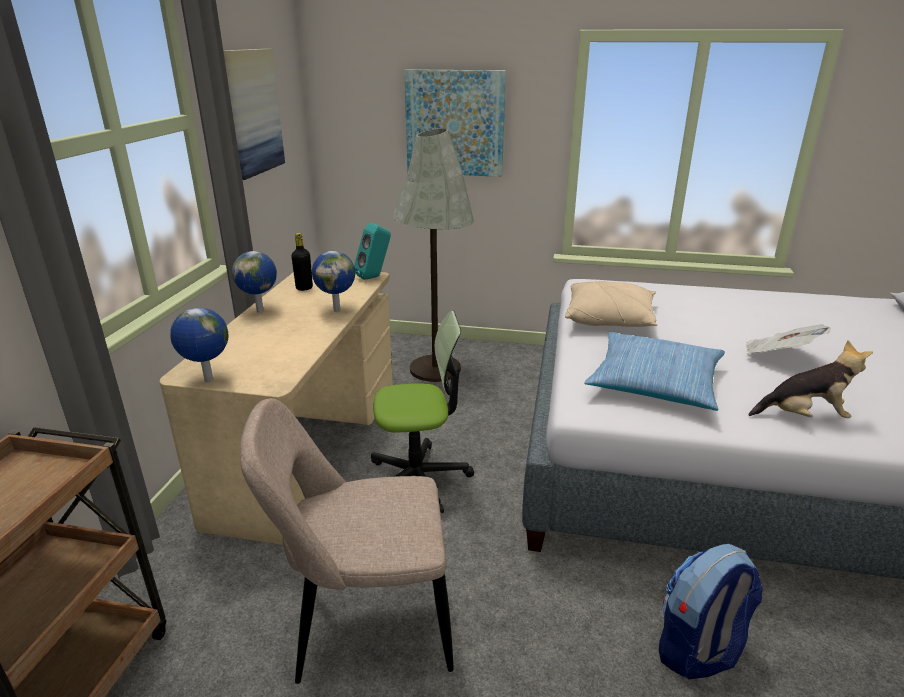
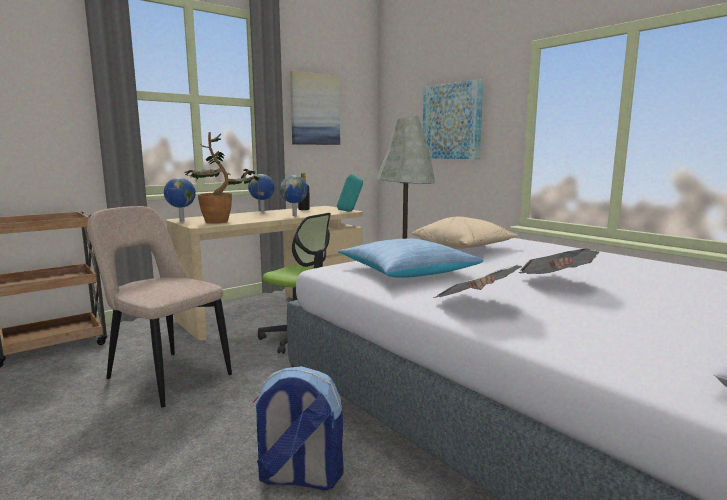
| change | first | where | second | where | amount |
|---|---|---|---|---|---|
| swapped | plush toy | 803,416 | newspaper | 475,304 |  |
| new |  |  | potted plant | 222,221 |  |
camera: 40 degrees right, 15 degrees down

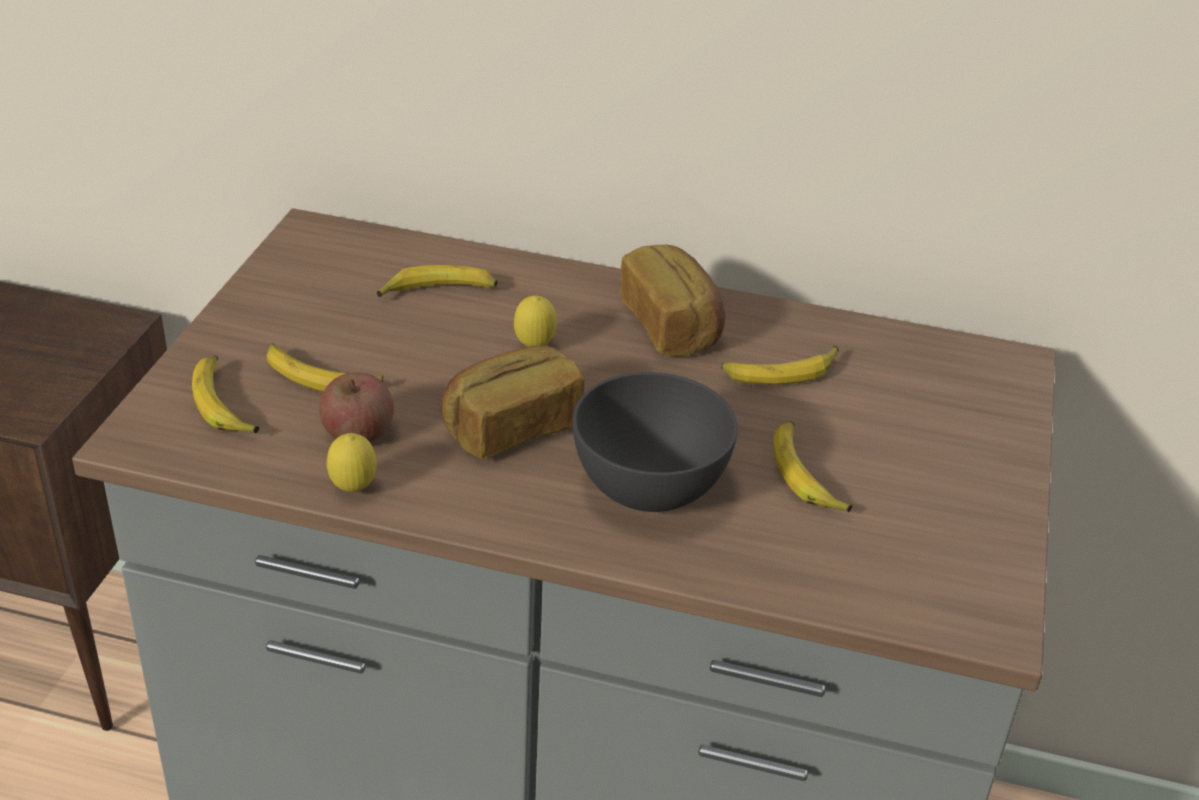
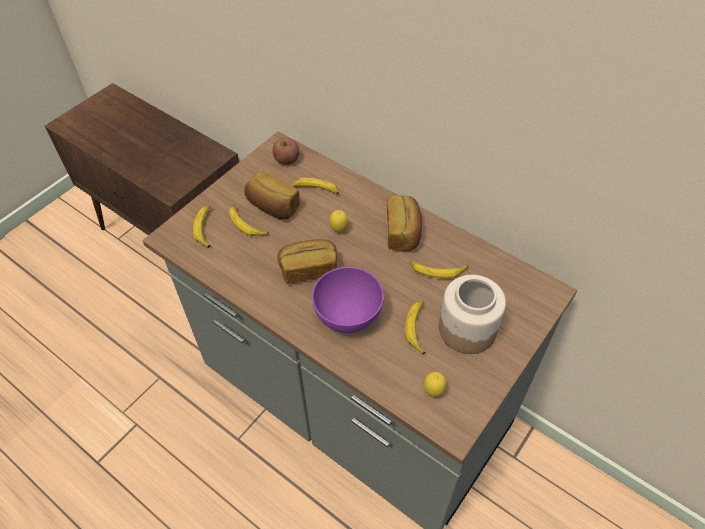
| change | first | where | second | where | amount |
|---|---|---|---|---|---|
| shifted | apple | 358,433 |  | 287,159 |  |
| shifted | lemon | 353,490 |  | 433,391 |  |
| repainted | bowl (grey) | 650,489 | bowl (purple) | 348,316 |  |
| new |  |  | bread | 272,207 |  |
| new |  |  | jar | 466,329 |  |
camera: 25 degrees right, 15 degrees up

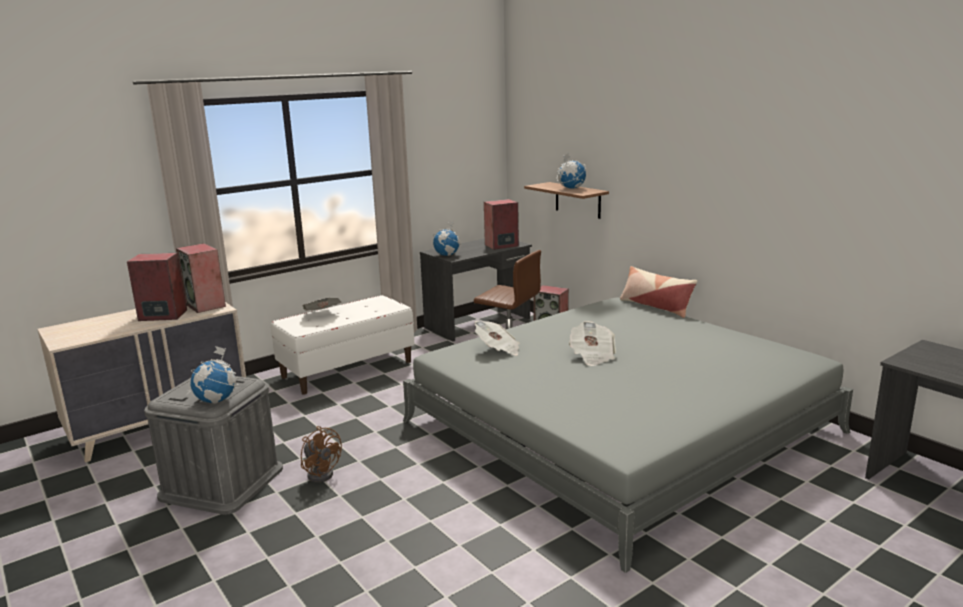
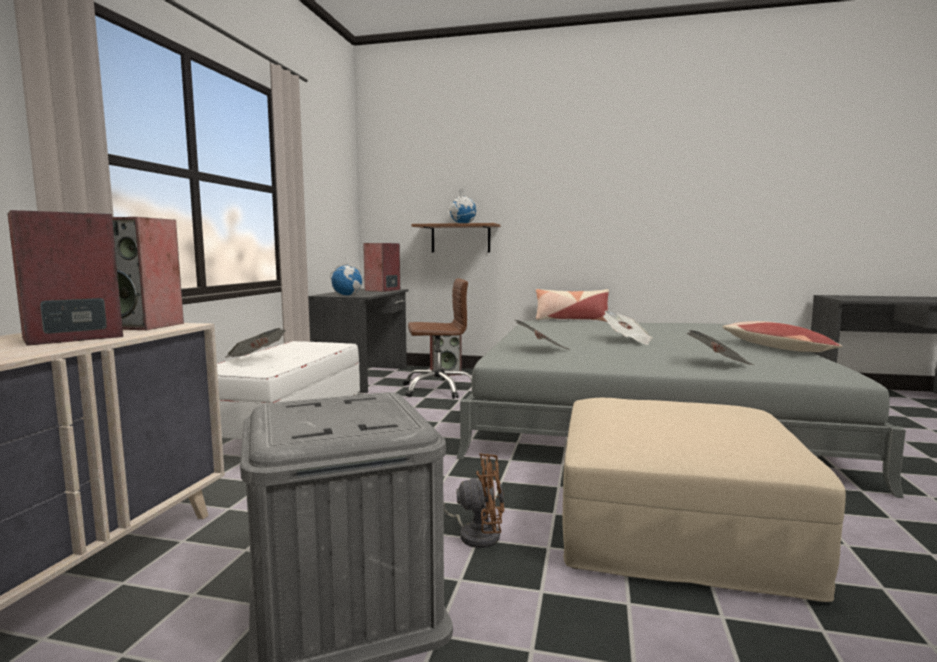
| change | first | where | second | where | amount |
|---|---|---|---|---|---|
| gone | globe | 217,400 |  |  |  |
| new |  |  | ottoman (beige) | 674,525 |  |
| new |  |  | newspaper | 719,364 |  |
| new |  |  | pillow | 776,348 |  |
camera: 40 degrees left, 10 degrees down

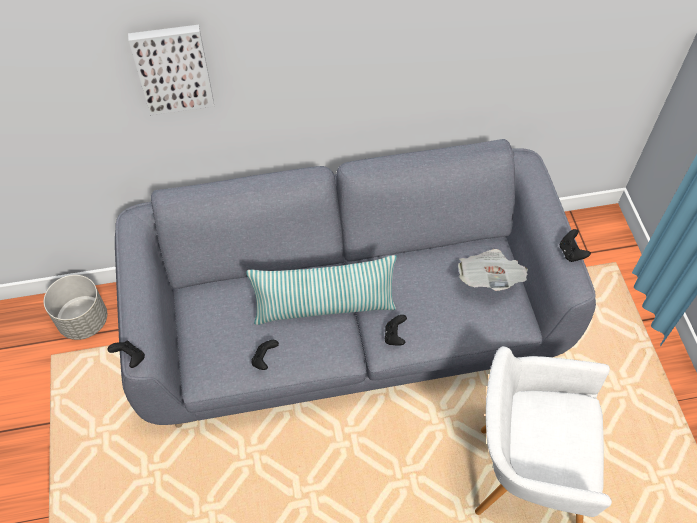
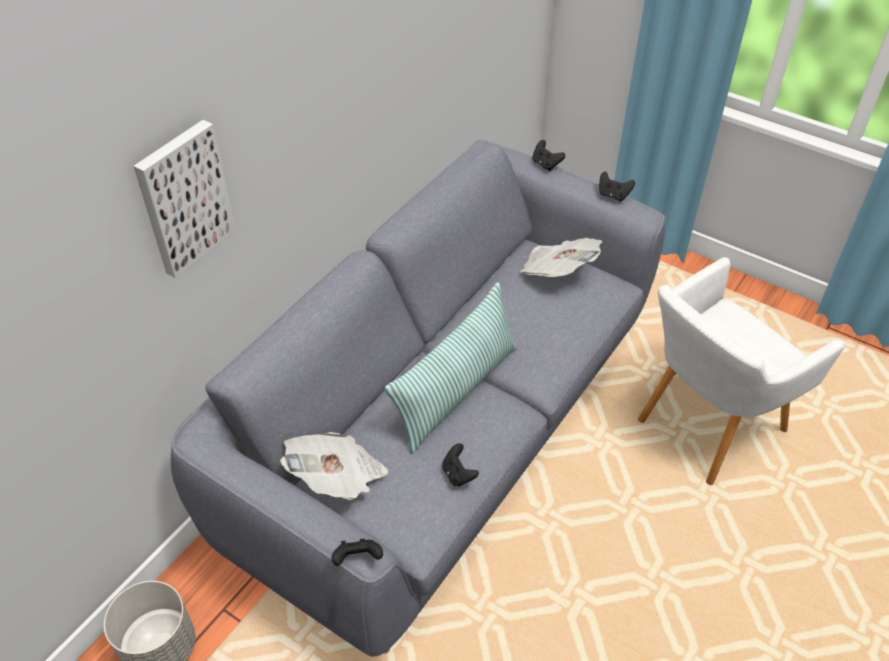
| change | first | where | second | where | amount |
|---|---|---|---|---|---|
| shifted | game controller (black) | 395,336 |  | 546,164 |  |
| new |  |  | newspaper | 337,478 |  |
camera: 45 degrees left, 10 degrees down

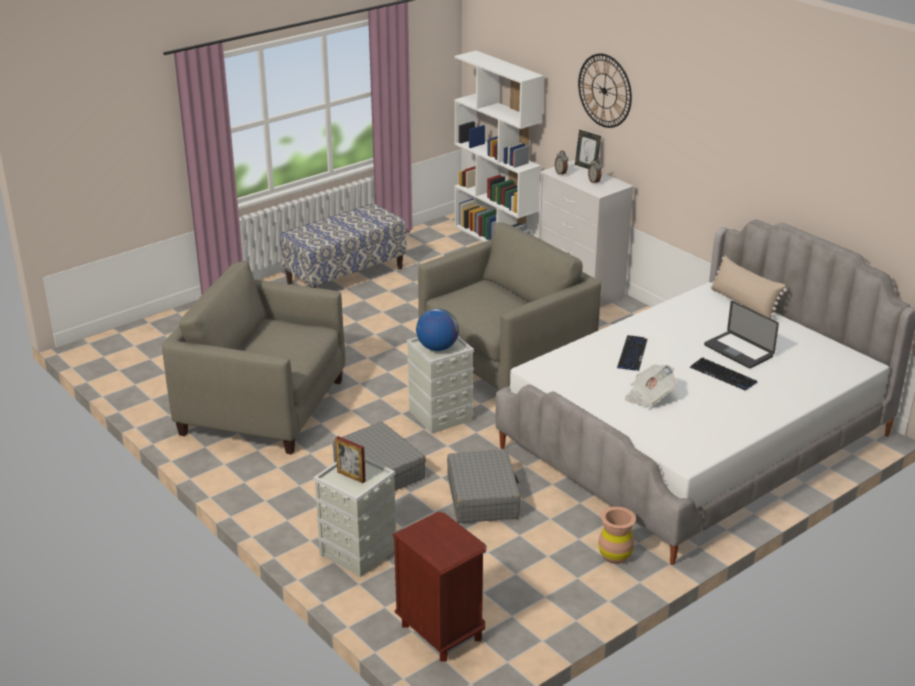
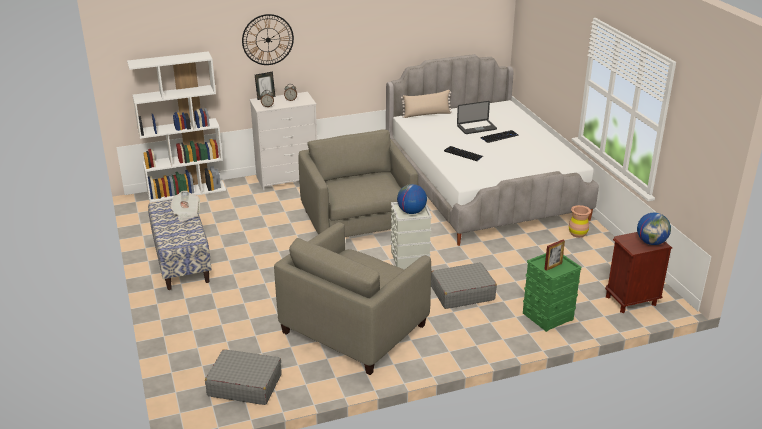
| change | first | where | second | where | amount |
|---|---|---|---|---|---|
| repainted | storage box (grey) | 359,552 | storage box (green) | 547,316 |  |
| shifted | suitcase (grey) | 483,497 |  | 244,385 |  |
| shifted | newspaper | 649,397 |  | 186,213 |  |
| new |  |  | globe | 651,242 |  |
camera: 70 degrees left, 0 degrees up

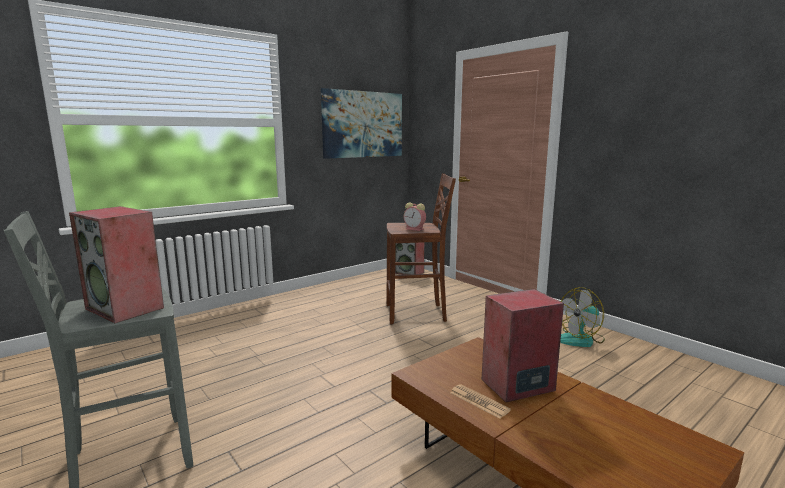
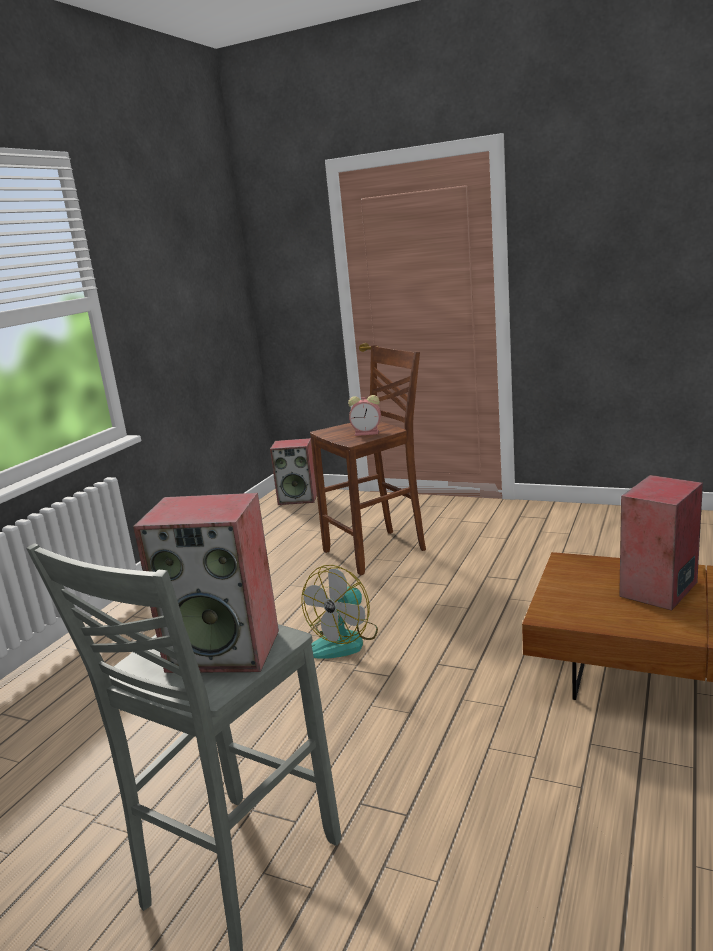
| change | first | where | second | where | amount |
|---|---|---|---|---|---|
| gone | picture | 363,124 |  |  |  |
| gone | newspaper | 479,401 |  |  |  |
| shifted | fan | 580,339 |  | 344,641 |  |
camera: 25 degrees left, 5 degrees up

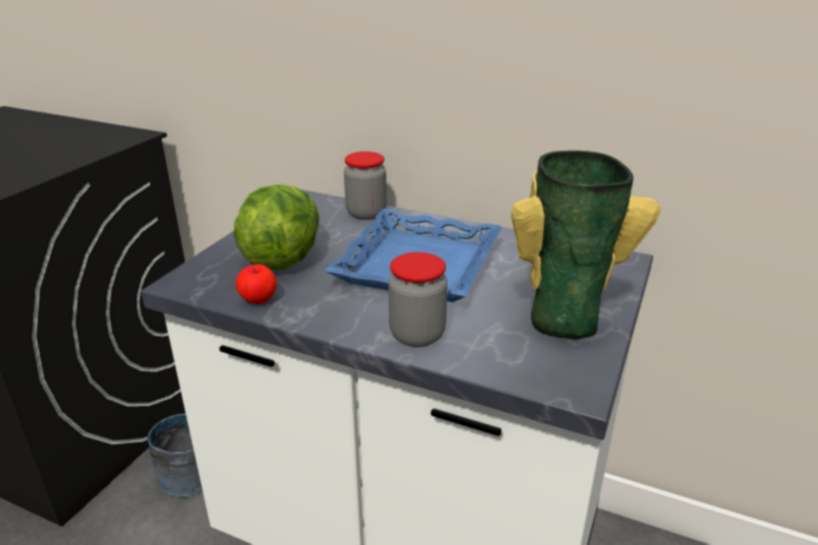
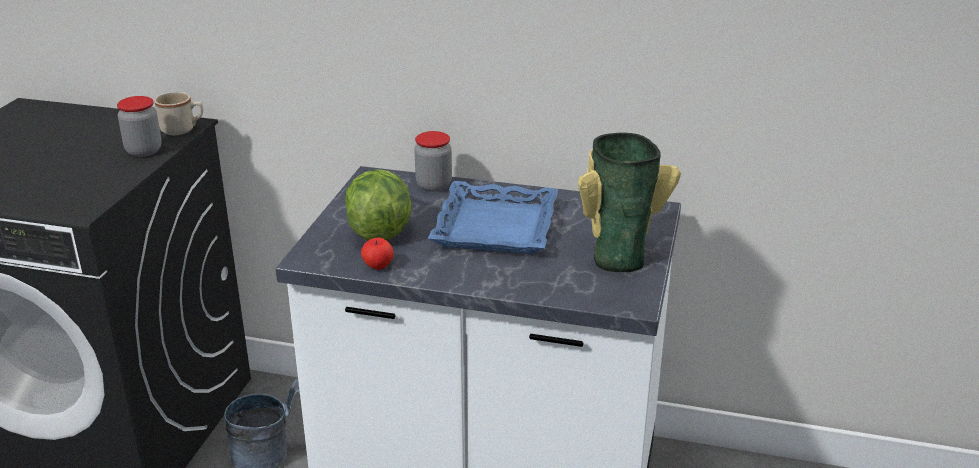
| change | first | where | second | where | amount |
|---|---|---|---|---|---|
| shifted | jar | 417,335 |  | 144,151 |  |
| new |  |  | mug (beige) | 183,129 |  |
camera: 10 degrees left, 0 degrees up

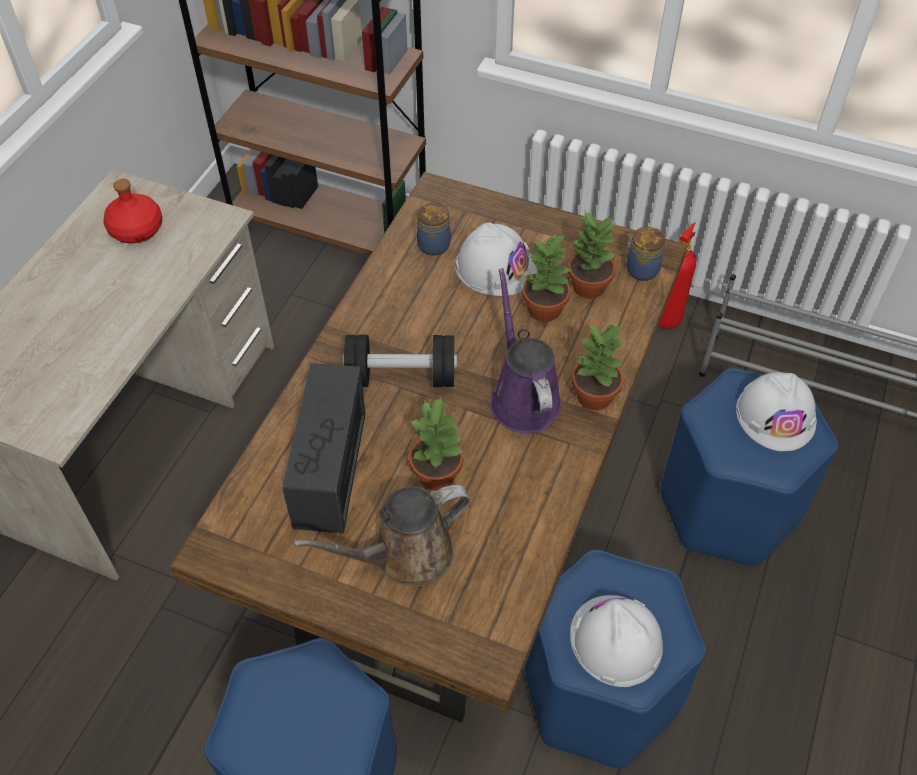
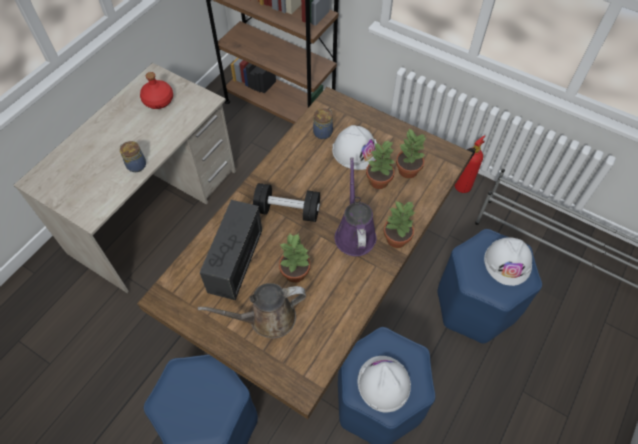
| change | first | where | second | where | amount |
|---|---|---|---|---|---|
| shifted | jar | 640,269 |  | 136,165 |  |
camera: 10 degrees right, 5 degrees up

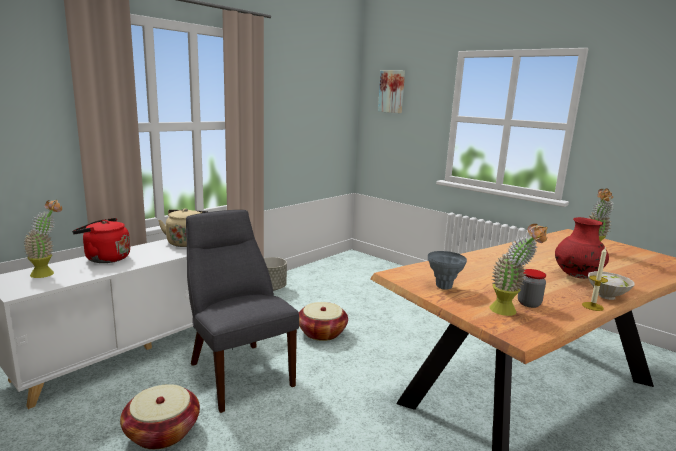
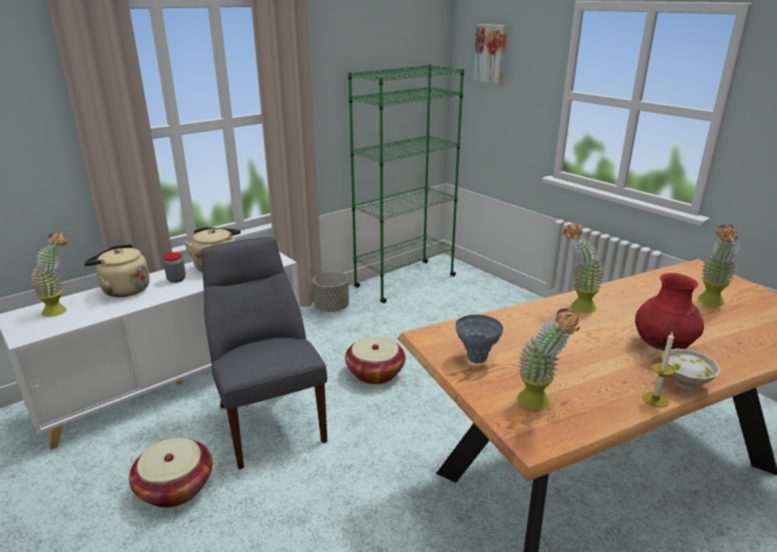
| change | first | where | second | where | amount |
|---|---|---|---|---|---|
| repainted | kettle (red) | 105,258 | kettle (beige) | 123,290 |  |
| shifted | jar | 529,304 |  | 176,279 |  |
| new |  |  | bookcase (green) | 404,281 |  |
| new |  |  | potted plant | 576,307 |  |
camera: 10 degrees right, 10 degrees up

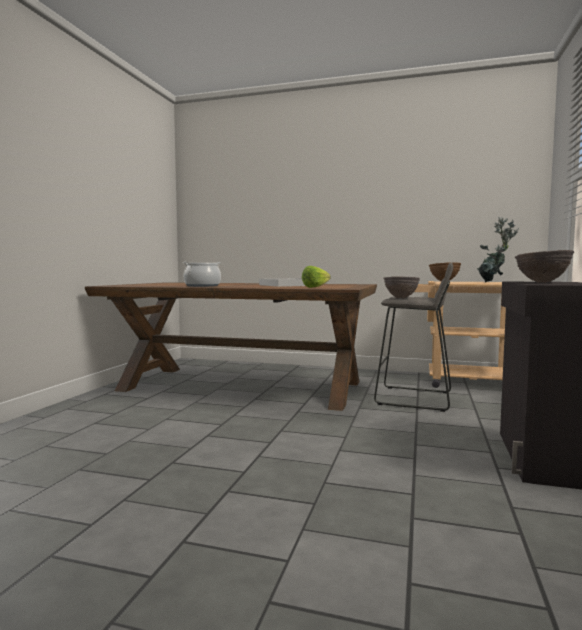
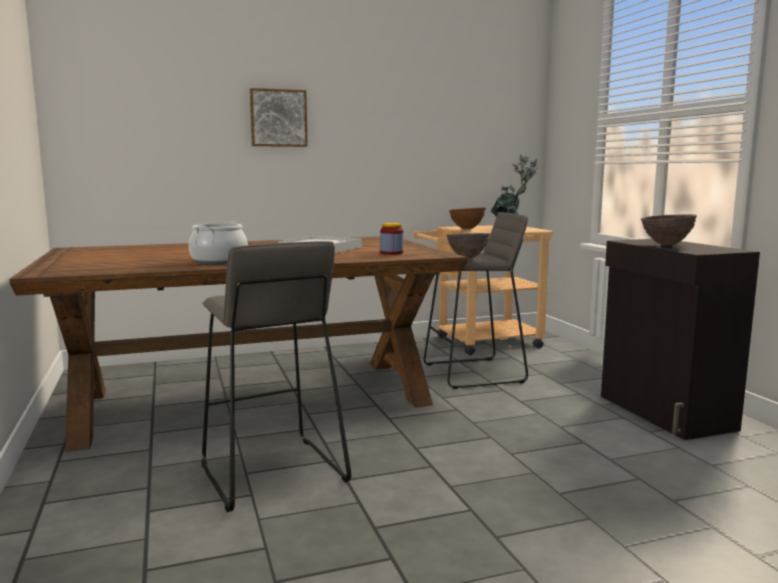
| change | first | where | second | where | amount |
|---|---|---|---|---|---|
| swapped | lettuce | 318,287 | jar | 391,253 |  |
| new |  |  | stool (grey) | 271,473 |  |
| new |  |  | picture | 278,118 |  |
camera: 35 degrees left, 5 degrees up

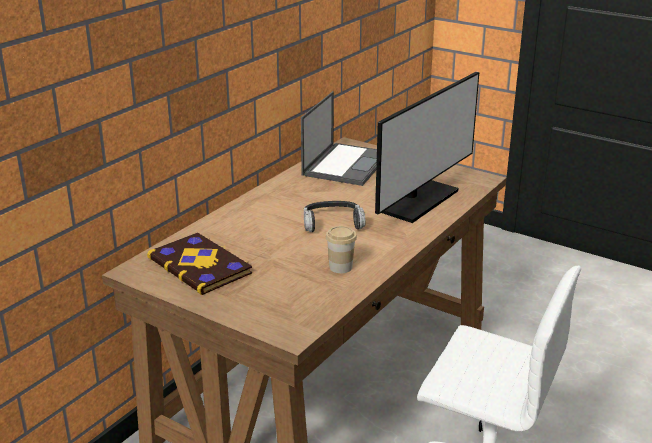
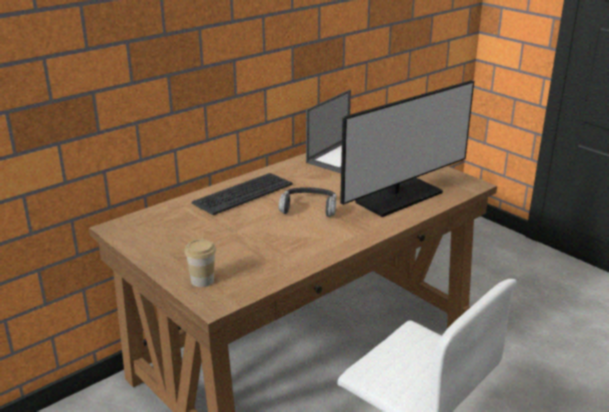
| change | first | where | second | where | amount |
|---|---|---|---|---|---|
| gone | book | 201,265 |  |  |  |
| shifted | cup | 340,267 |  | 202,280 |  |
| new |  |  | keyboard | 242,194 |  |
camera: 15 degrees right, 0 degrees up

